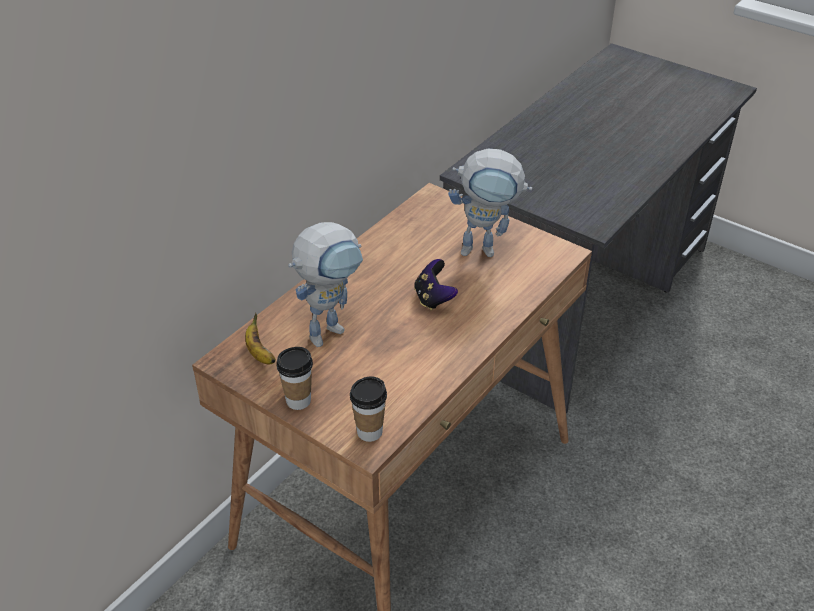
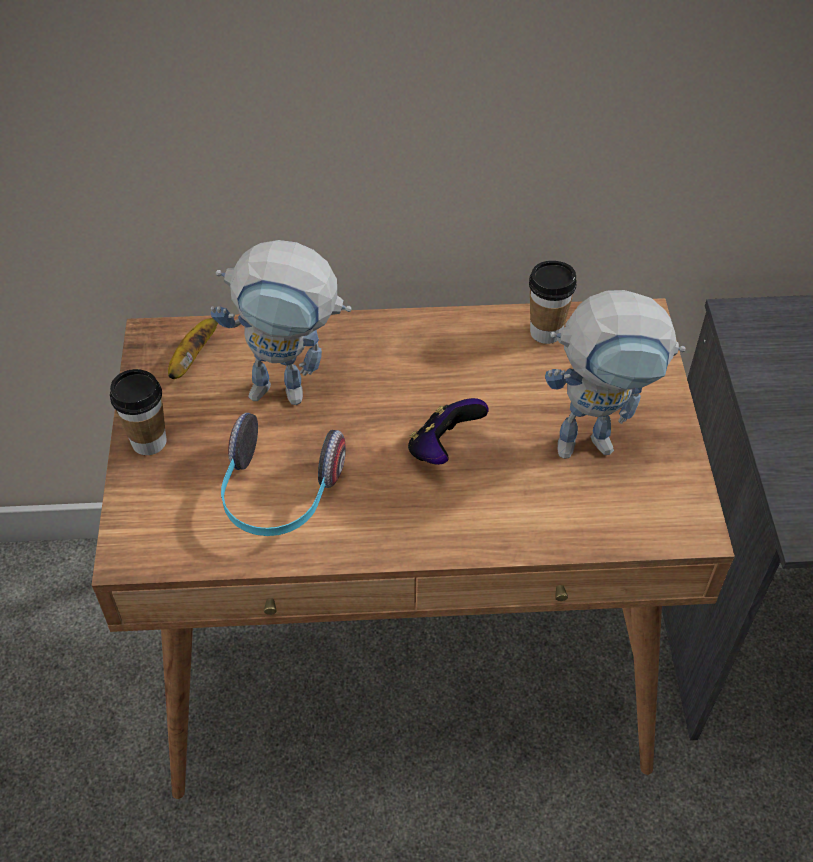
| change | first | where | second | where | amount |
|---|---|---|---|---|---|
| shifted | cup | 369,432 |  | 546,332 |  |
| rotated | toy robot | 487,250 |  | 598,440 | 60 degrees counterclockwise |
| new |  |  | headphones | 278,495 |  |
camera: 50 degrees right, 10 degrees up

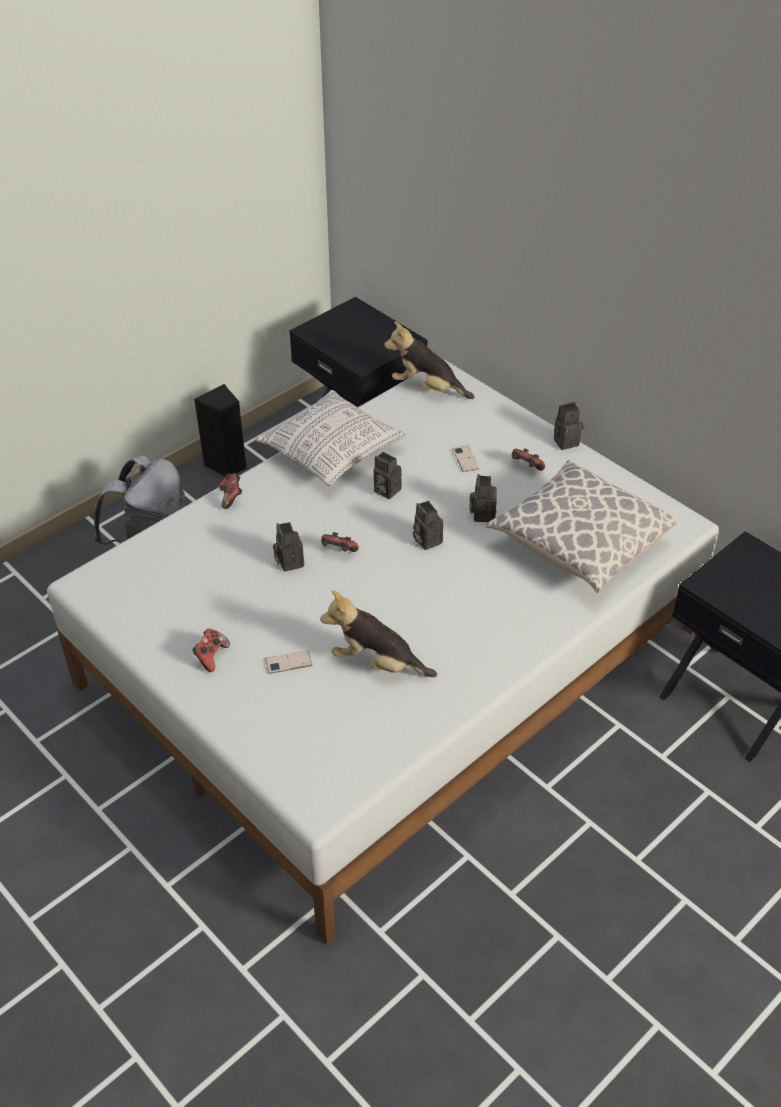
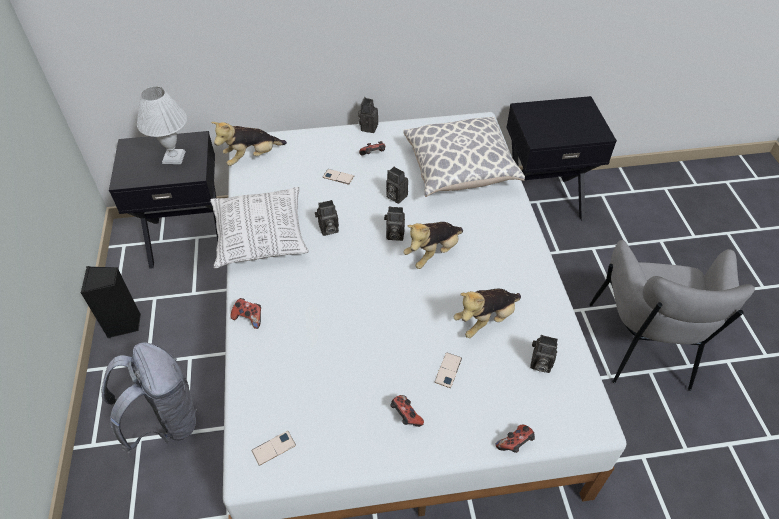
| change | first | where | second | where | amount |
|---|---|---|---|---|---|
| shifted | photo camera | 288,561 |  | 539,364 |  |
| shifted | game controller | 338,552 |  | 515,444 |  |
| new |  |  | table lamp (white) | 174,157 |  |
| new |  |  | phone | 273,448 |  |
| new |  |  | plush toy | 433,253 |  |
| new |  |  | armchair (grey) | 645,346 |  |
camera: 55 degrees left, 5 degrees up

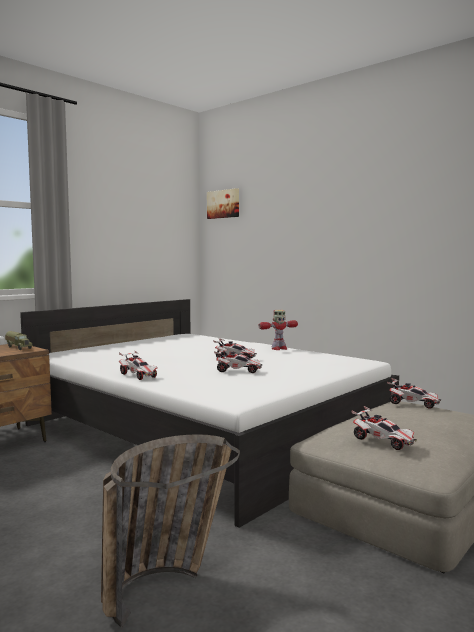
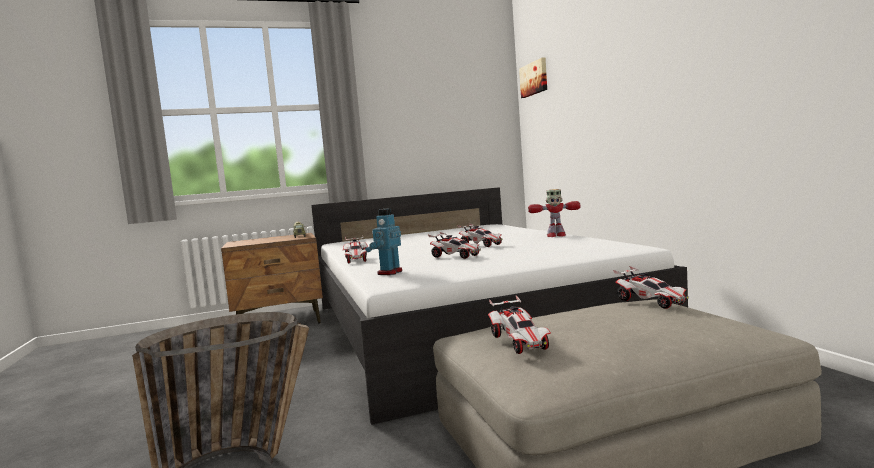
| change | first | where | second | where | amount |
|---|---|---|---|---|---|
| new |  |  | toy robot | 389,272 |  |
camera: 30 degrees right, 0 degrees up

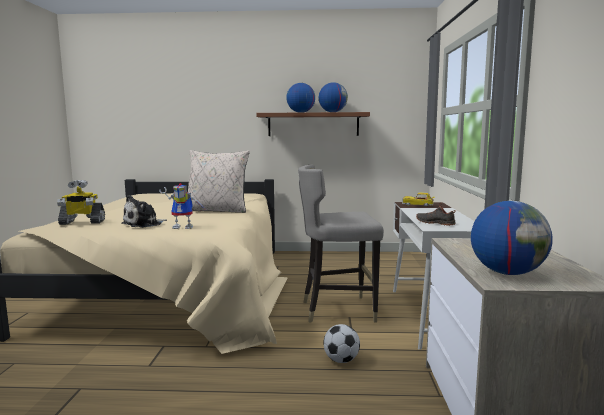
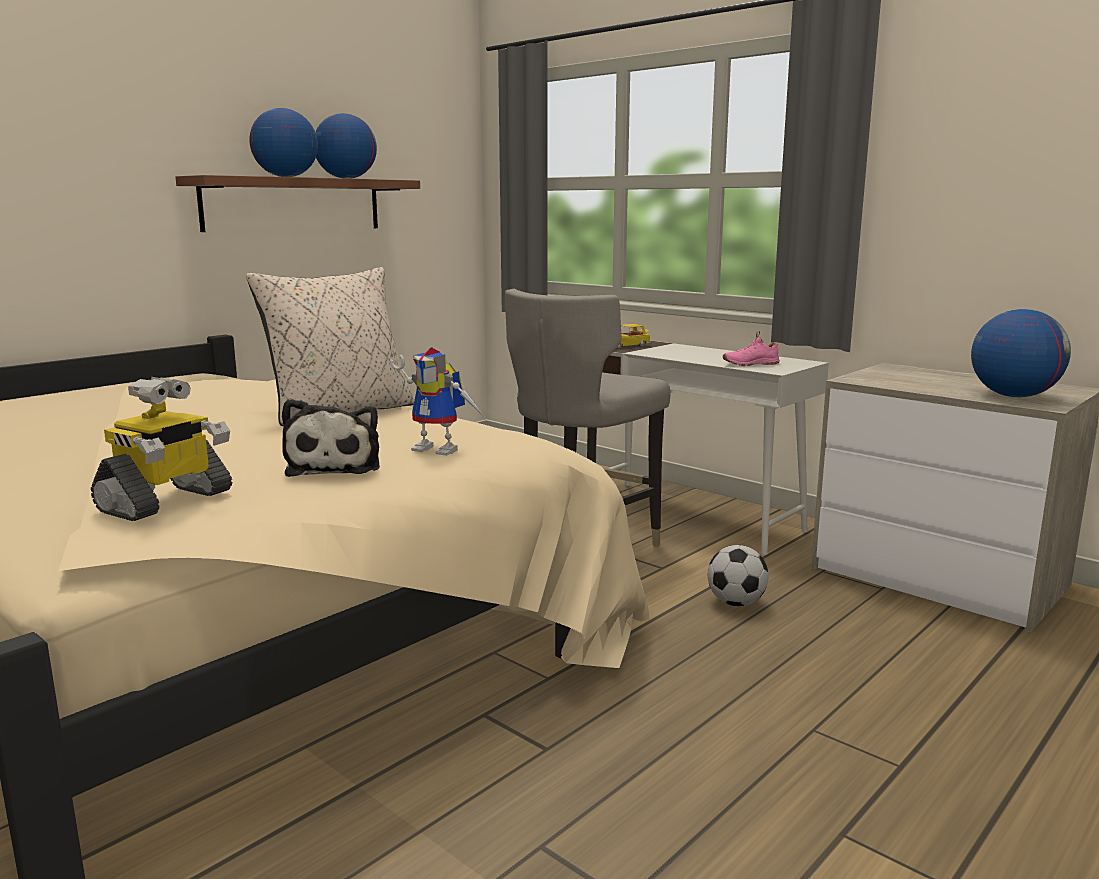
| change | first | where | second | where | amount |
|---|---|---|---|---|---|
| rotated | toy robot | 185,227 |  | 441,449 | 75 degrees clockwise |
| repainted | shoe (black) | 435,223 | shoe (pink) | 750,364 |  |
camera: 50 degrees left, 5 degrees up

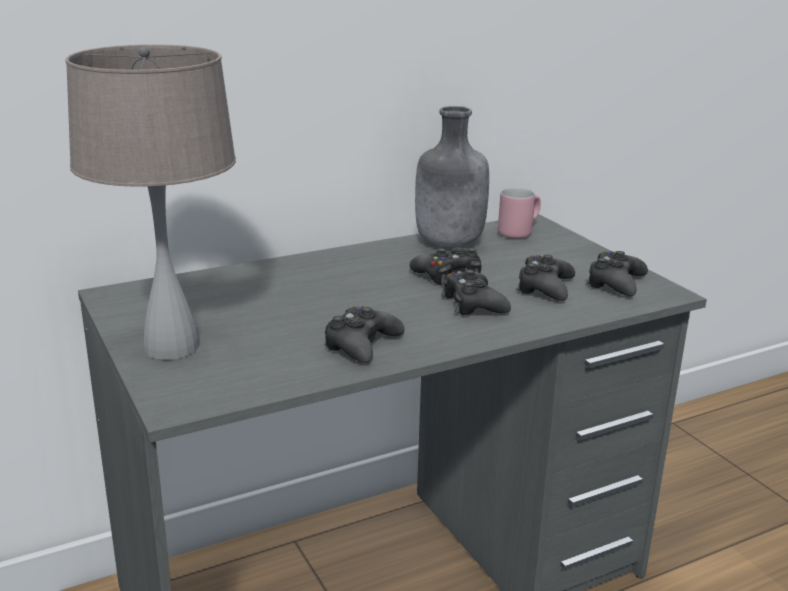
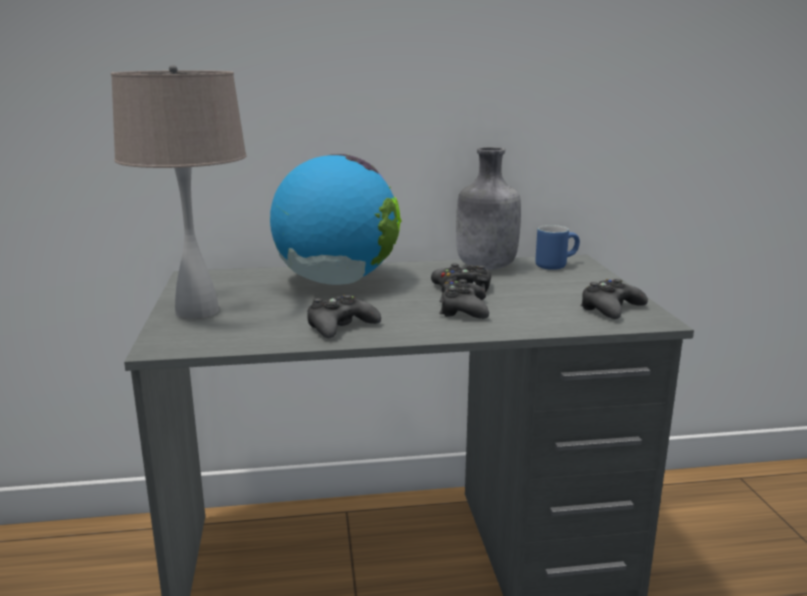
| change | first | where | second | where | amount |
|---|---|---|---|---|---|
| repainted | mug (pink) | 518,231 | mug (blue) | 555,265 |  |
| gone | game controller (black) | 545,287 |  |  |  |
| new |  |  | globe | 337,282 |  |
camera: 20 degrees right, 5 degrees down

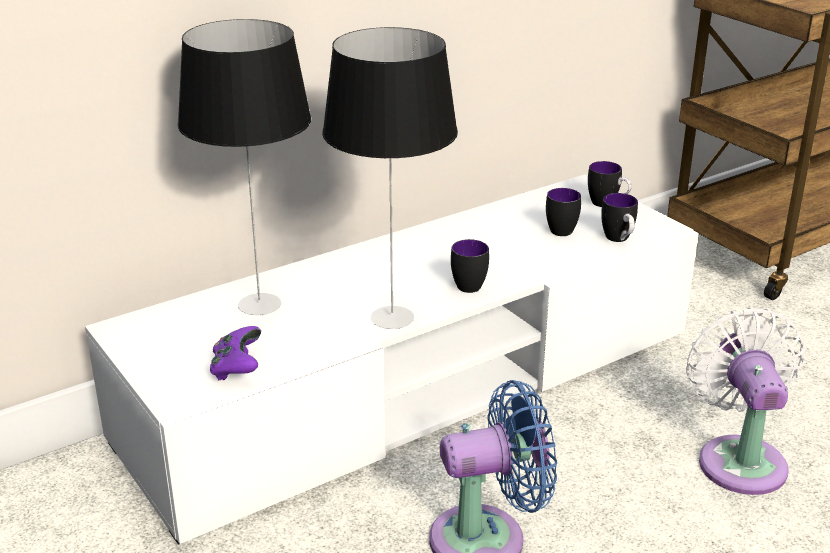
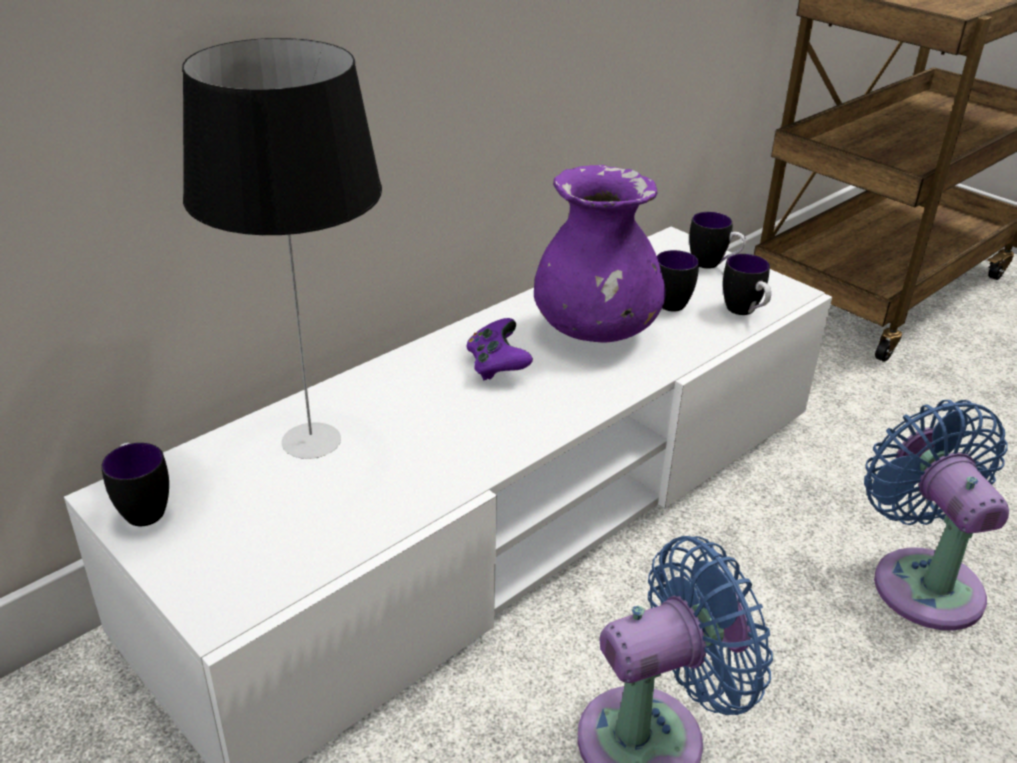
| change | first | where | second | where | amount |
|---|---|---|---|---|---|
| shifted | game controller (purple) | 237,368 |  | 497,366 |  |
| gone | table lamp | 392,316 |  |  |  |
| shifted | mug | 466,283 |  | 142,507 |  |
| repainted | fan (white) | 739,459 | fan (blue) | 921,580 |  |
| new |  |  | vase (purple) | 596,331 |  |
camera: 10 degrees left, 5 degrees up

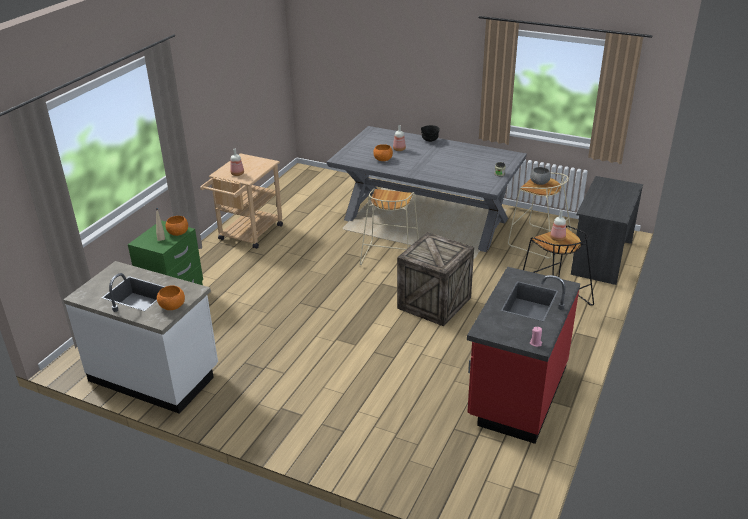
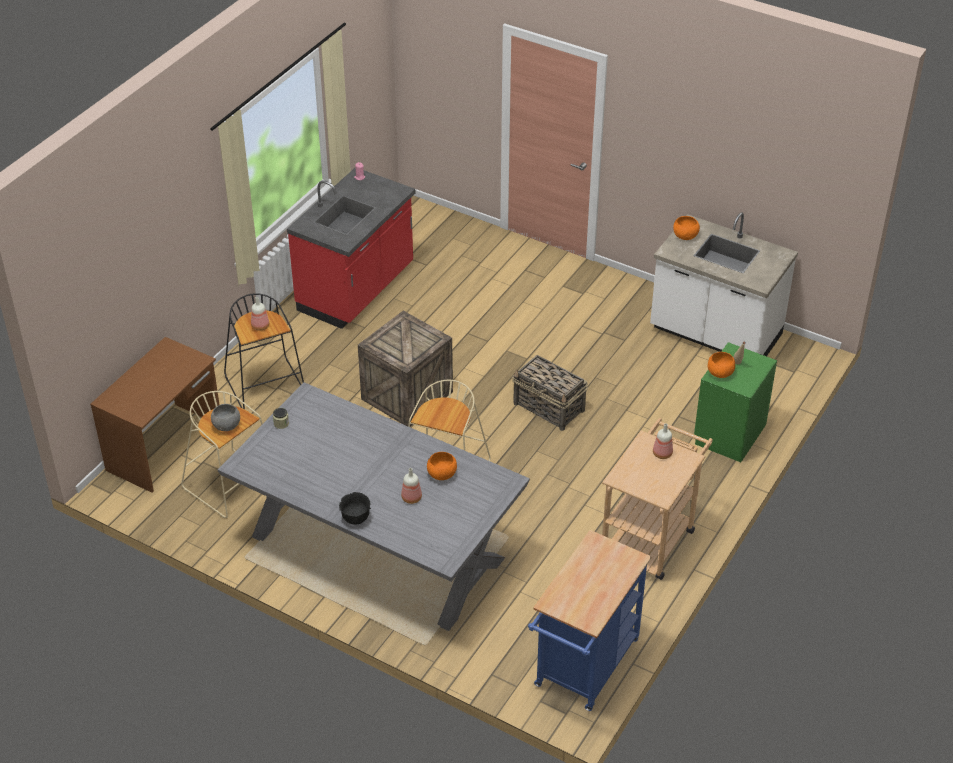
| change | first | where | second | where | amount |
|---|---|---|---|---|---|
| repainted | desk (grey) | 600,258 | desk (brown) | 166,447 |  |
| new |  |  | basket | 549,407 |  |
| new |  |  | cart (blue) | 584,669 |  |
camera: 175 degrees left, 10 degrees up

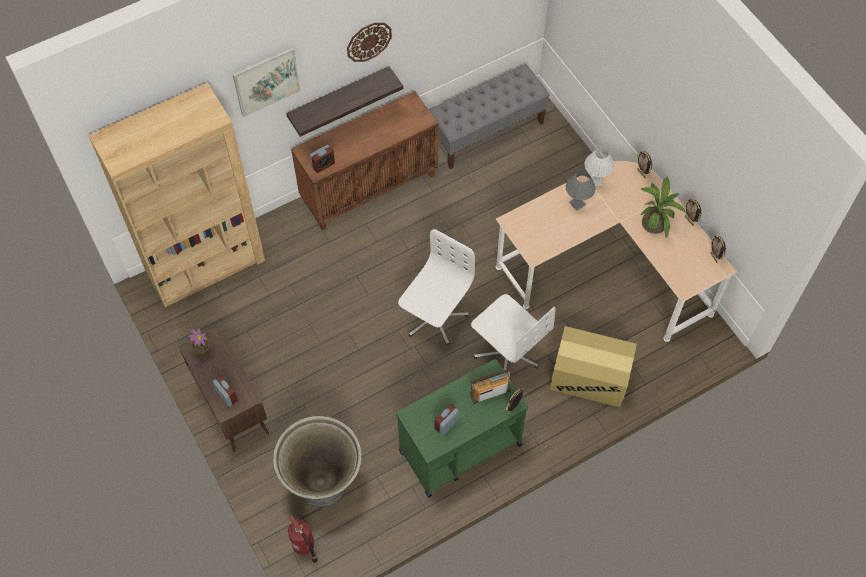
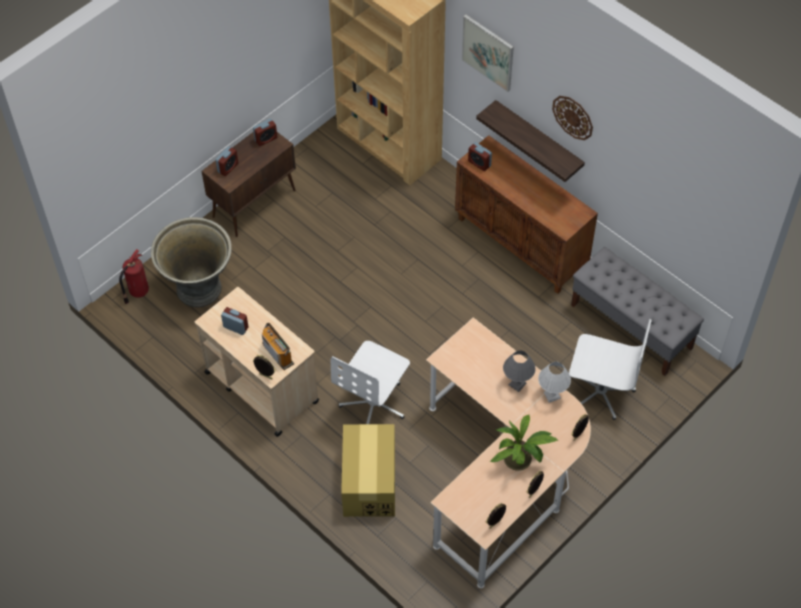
| change | first | where | second | where | amount |
|---|---|---|---|---|---|
| swapped | potted plant | 202,351 | alarm clock | 266,139 |  |
| repainted | cart (green) | 459,448 | cart (beige) | 261,386 |  |
| shifted | office chair (white) | 434,317 |  | 600,391 |  |
camera: 75 degrees right, 5 degrees down

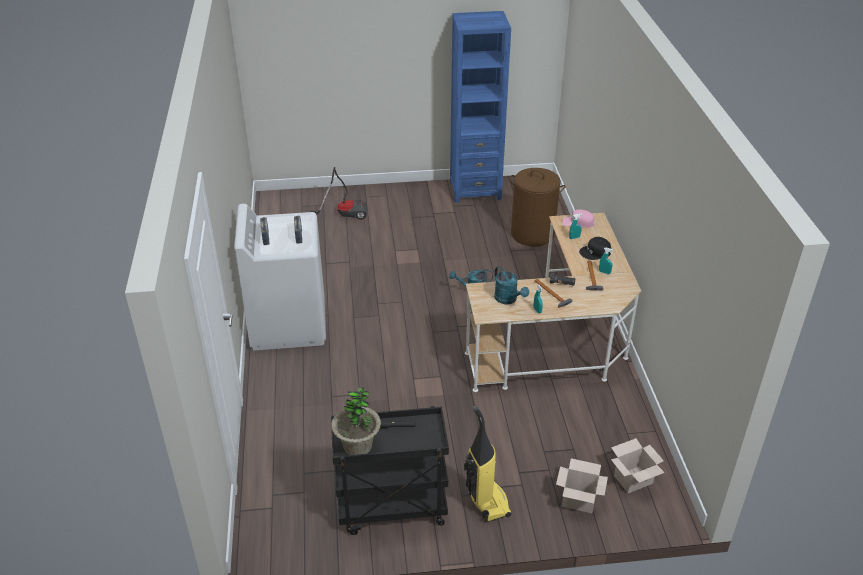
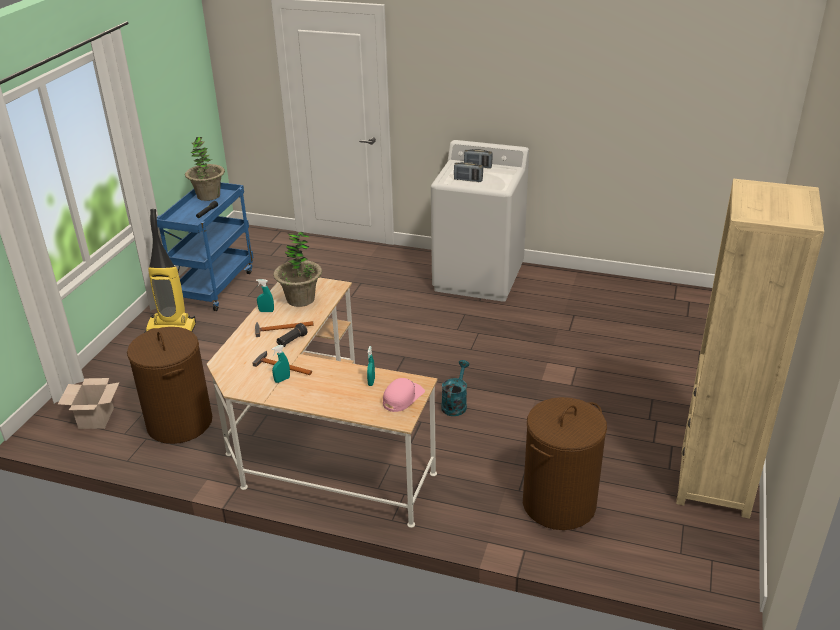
| change | first | where | second | where | amount |
|---|---|---|---|---|---|
| gone | vacuum cleaner | 344,214 |  |  |  |
| repainted | cart (black) | 391,509 | cart (blue) | 214,286 |  |
| repainted | bookcase (blue) | 475,190 | bookcase (beige) | 714,482 |  |
| swapped | watering can (turquoise) | 508,299 | potted plant | 300,299 |  |
| gone | cardboard box | 578,500 |  |  |  |
| gone | cap (black) | 595,252 |  |  |  |
| new |  |  | laundry basket (brown) | 179,423 |  |
camera: 115 degrees right, 5 degrees down

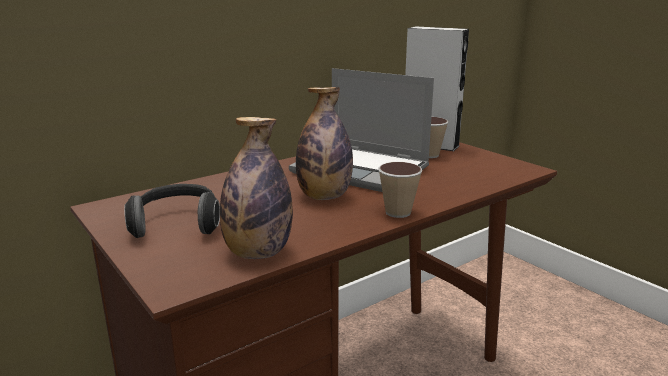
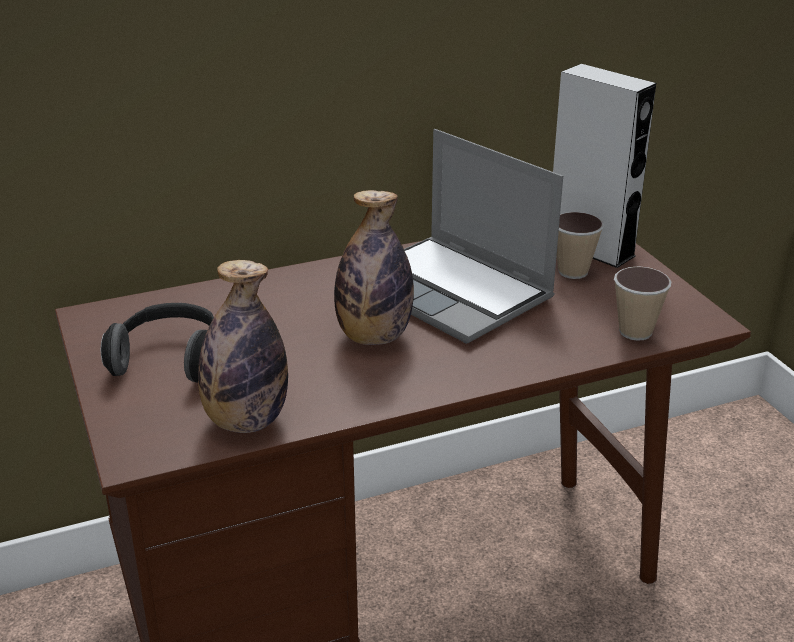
| change | first | where | second | where | amount |
|---|---|---|---|---|---|
| shifted | cup | 398,212 |  | 635,332 |  |
camera: 15 degrees right, 10 degrees up

